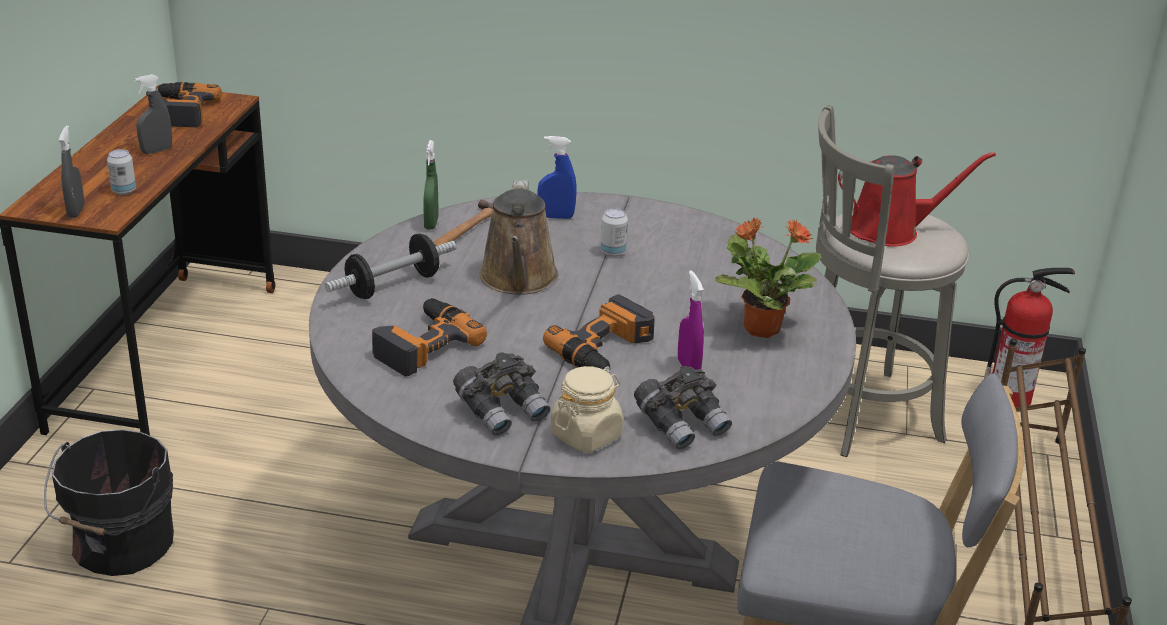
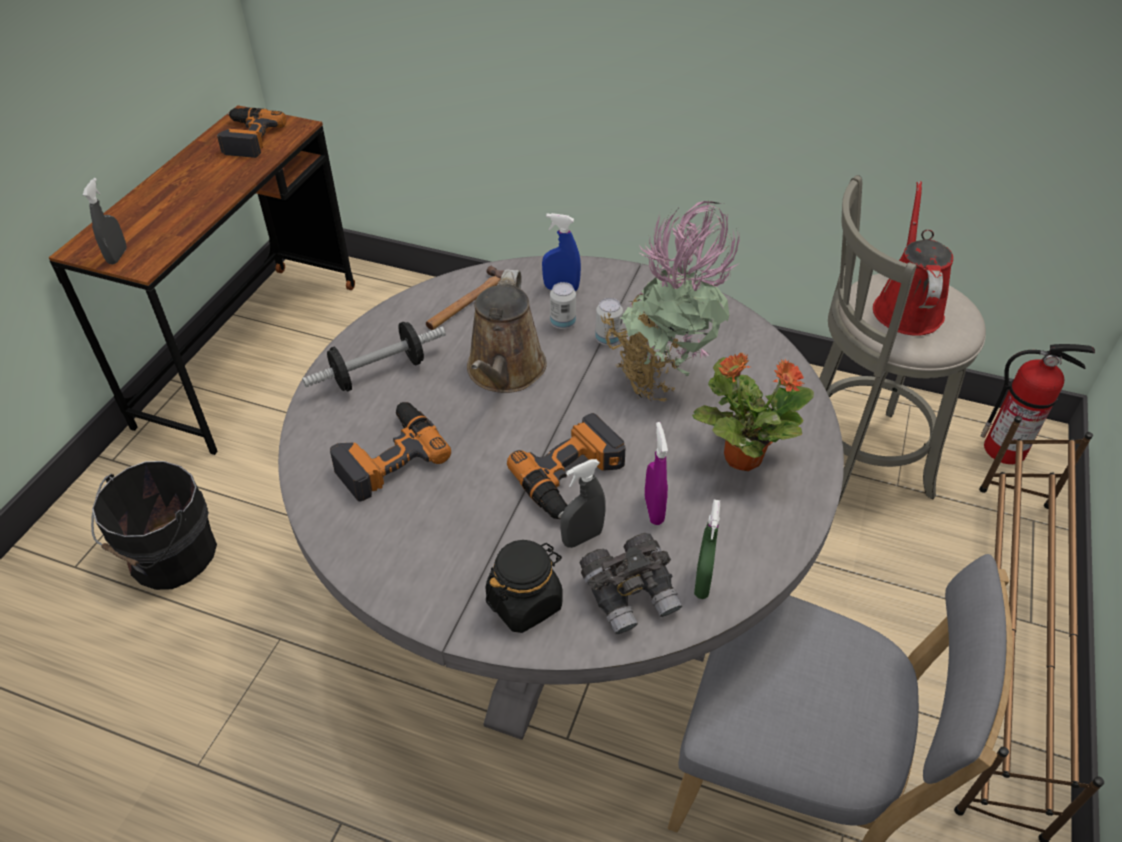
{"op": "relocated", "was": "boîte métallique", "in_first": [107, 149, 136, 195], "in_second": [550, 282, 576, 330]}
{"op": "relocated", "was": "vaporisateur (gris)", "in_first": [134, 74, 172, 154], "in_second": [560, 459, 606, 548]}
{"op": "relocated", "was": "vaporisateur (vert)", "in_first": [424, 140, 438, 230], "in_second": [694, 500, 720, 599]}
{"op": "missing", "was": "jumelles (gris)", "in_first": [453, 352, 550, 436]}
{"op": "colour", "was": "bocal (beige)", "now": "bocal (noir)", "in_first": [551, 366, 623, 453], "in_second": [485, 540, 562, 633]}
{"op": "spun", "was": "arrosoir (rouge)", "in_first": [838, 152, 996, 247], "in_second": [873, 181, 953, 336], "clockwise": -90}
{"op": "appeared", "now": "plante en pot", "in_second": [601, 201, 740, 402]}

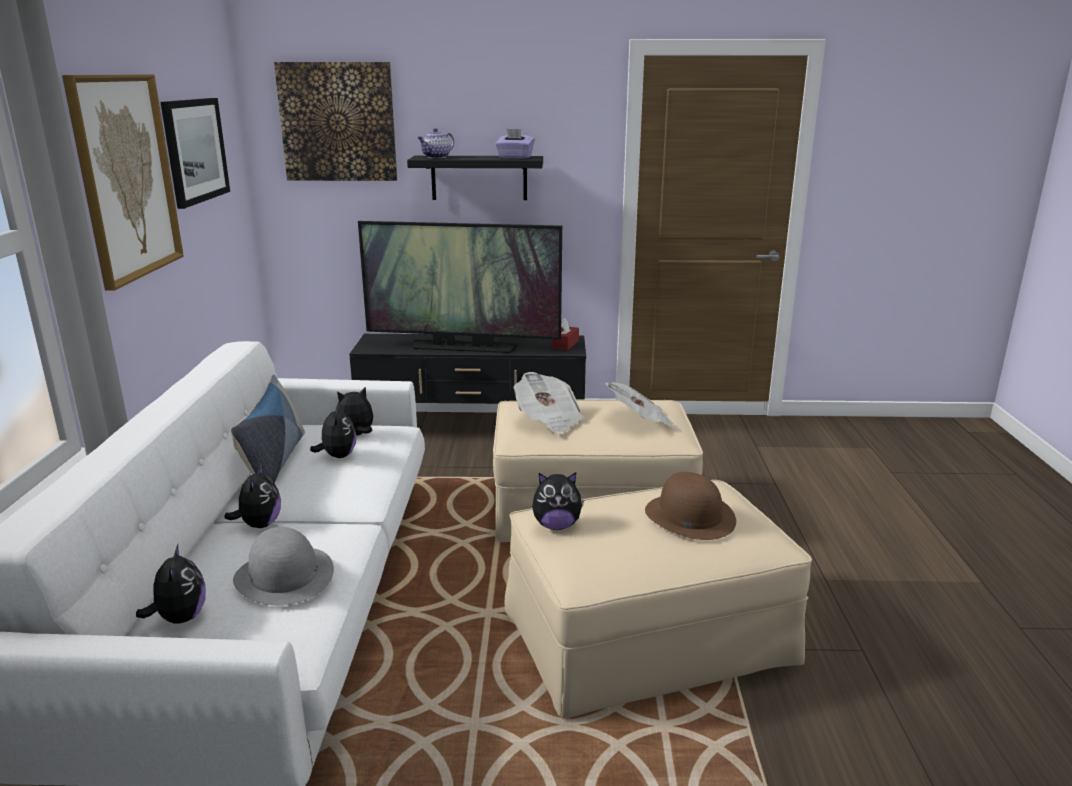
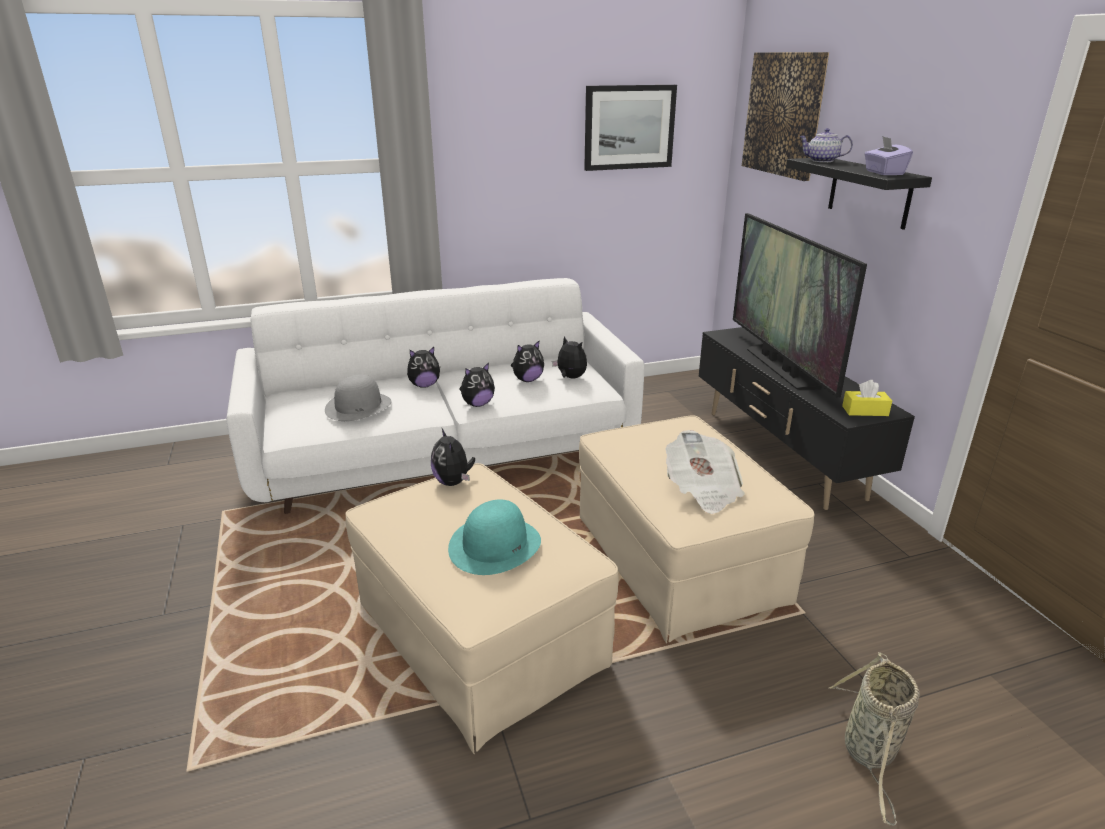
{"op": "missing", "was": "tableau", "in_first": [62, 74, 184, 291]}
{"op": "relocated", "was": "peluche", "in_first": [136, 545, 206, 623], "in_second": [459, 363, 495, 407]}
{"op": "missing", "was": "coussin", "in_first": [230, 374, 305, 484]}
{"op": "missing", "was": "journal", "in_first": [514, 372, 584, 434]}
{"op": "colour", "was": "boîte à mouchoirs (rouge)", "now": "boîte à mouchoirs (jaune)", "in_first": [552, 318, 579, 350], "in_second": [842, 380, 892, 416]}
{"op": "colour", "was": "chapeau (marron)", "now": "chapeau (turquoise)", "in_first": [645, 472, 736, 540], "in_second": [448, 499, 541, 575]}
{"op": "appeared", "now": "panier", "in_second": [828, 652, 920, 826]}

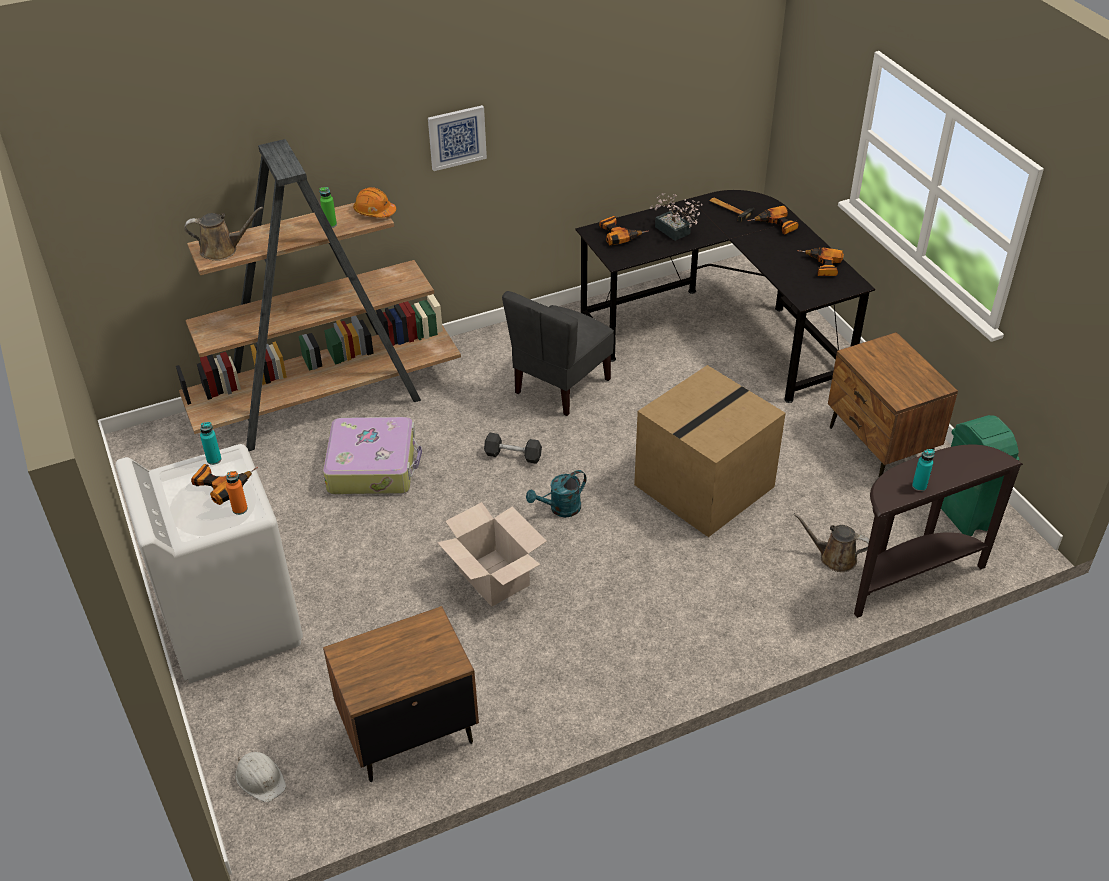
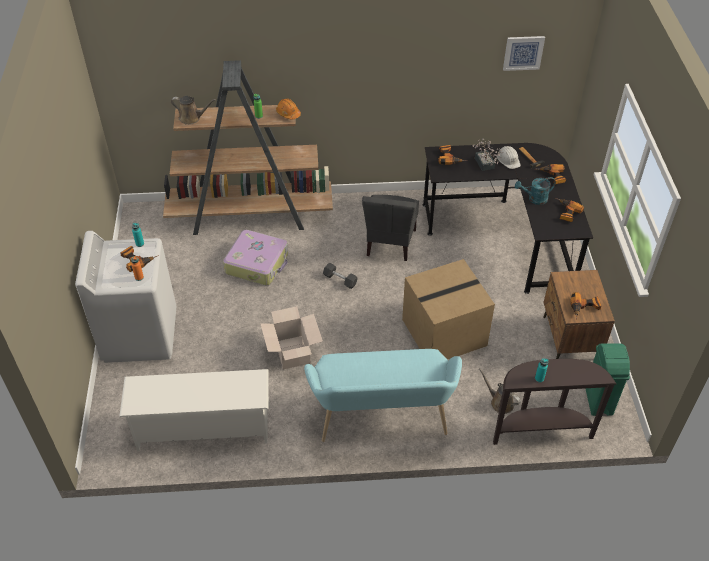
{"op": "relocated", "was": "casque de chantier (blanc)", "in_first": [235, 752, 286, 802], "in_second": [497, 146, 521, 169]}
{"op": "exchanged", "was": "table de chevet (marron)", "now": "étagère à chaussures (blanc)", "in_first": [323, 606, 479, 782], "in_second": [119, 369, 270, 451]}
{"op": "relocated", "was": "tableau", "in_first": [428, 105, 487, 171], "in_second": [503, 36, 545, 71]}
{"op": "spun", "was": "chaise (gris)", "in_first": [502, 291, 614, 416], "in_second": [362, 195, 419, 261], "clockwise": -45}
{"op": "relocated", "was": "arrosoir (turquoise)", "in_first": [526, 470, 587, 518], "in_second": [515, 177, 556, 205]}
{"op": "appeared", "now": "banc (turquoise)", "in_second": [304, 349, 462, 442]}
{"op": "appeared", "now": "perceuse", "in_second": [570, 292, 601, 319]}

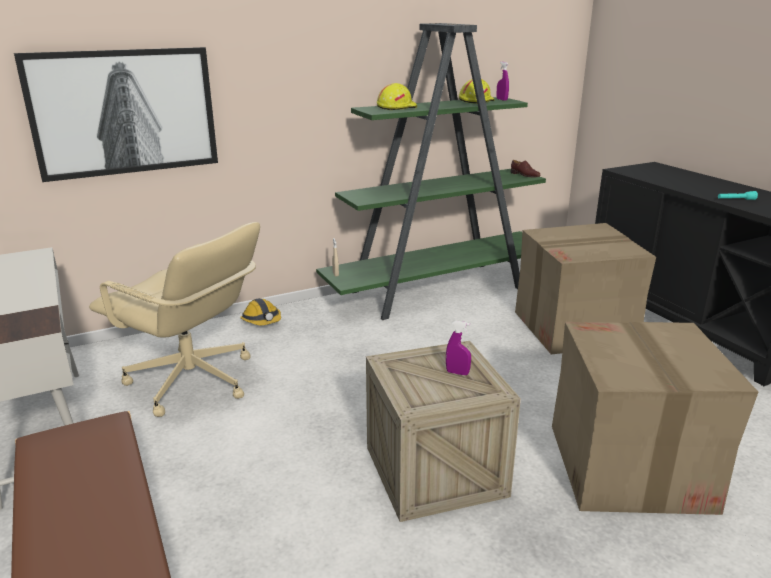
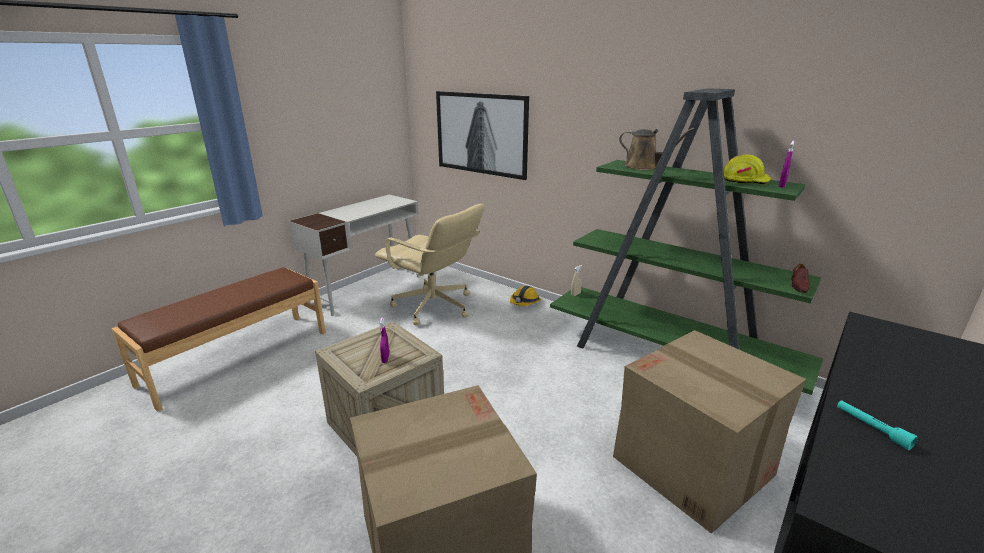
{"op": "spun", "was": "chaise de bureau (beige)", "in_first": [89, 222, 260, 417], "in_second": [375, 204, 485, 326], "clockwise": -60}
{"op": "exchanged", "was": "casque de chantier (jaune)", "now": "arrosoir (marron)", "in_first": [377, 83, 417, 110], "in_second": [619, 128, 695, 170]}

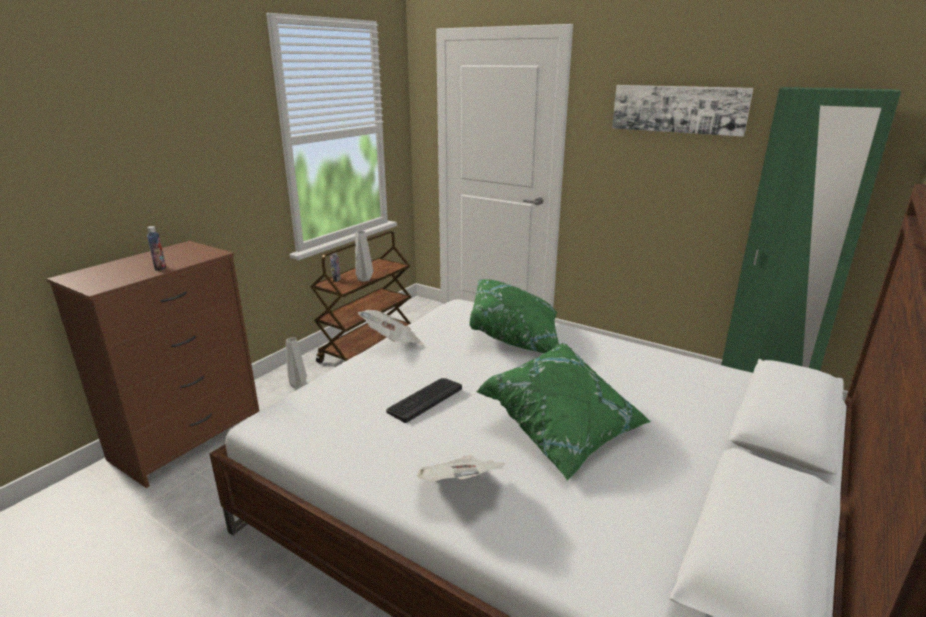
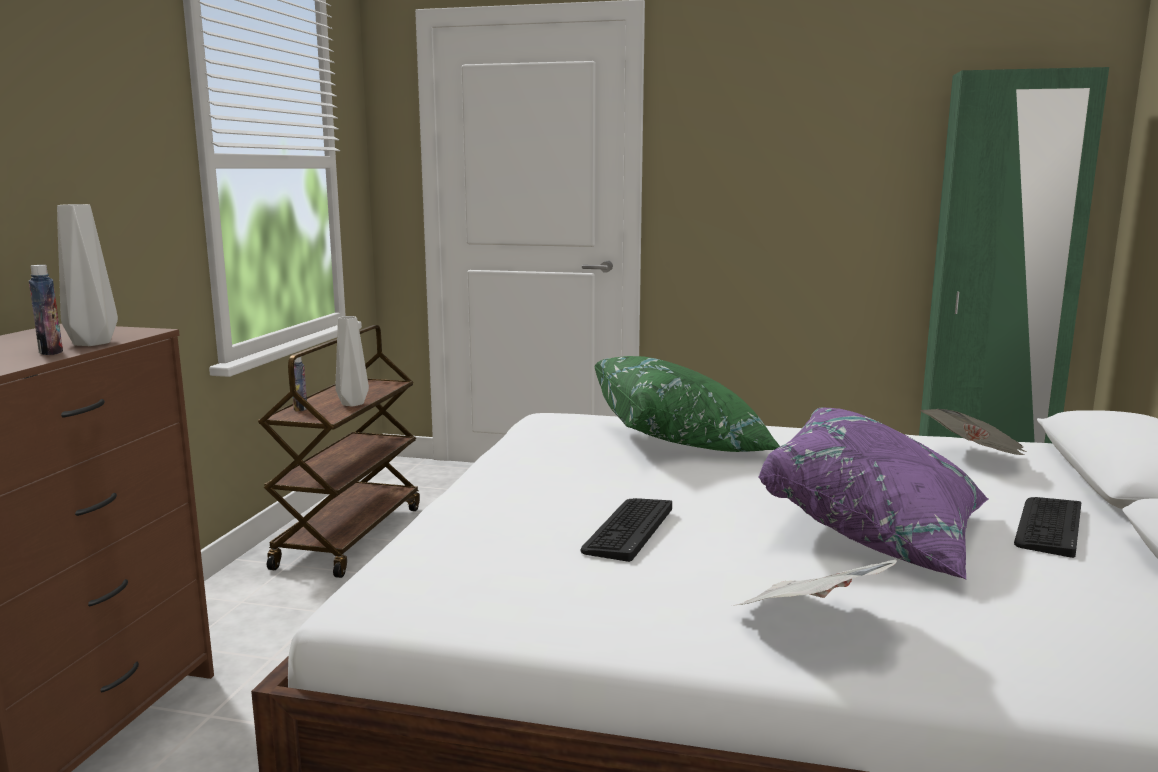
{"op": "relocated", "was": "vase (gris)", "in_first": [286, 337, 307, 388], "in_second": [57, 204, 118, 346]}
{"op": "relocated", "was": "journal", "in_first": [358, 310, 424, 344], "in_second": [921, 409, 1026, 455]}
{"op": "colour", "was": "coussin (vert)", "now": "coussin (violet)", "in_first": [476, 343, 651, 481], "in_second": [758, 407, 989, 580]}
{"op": "missing", "was": "tableau", "in_first": [612, 85, 753, 137]}
{"op": "appeared", "now": "clavier", "in_second": [1014, 497, 1081, 558]}

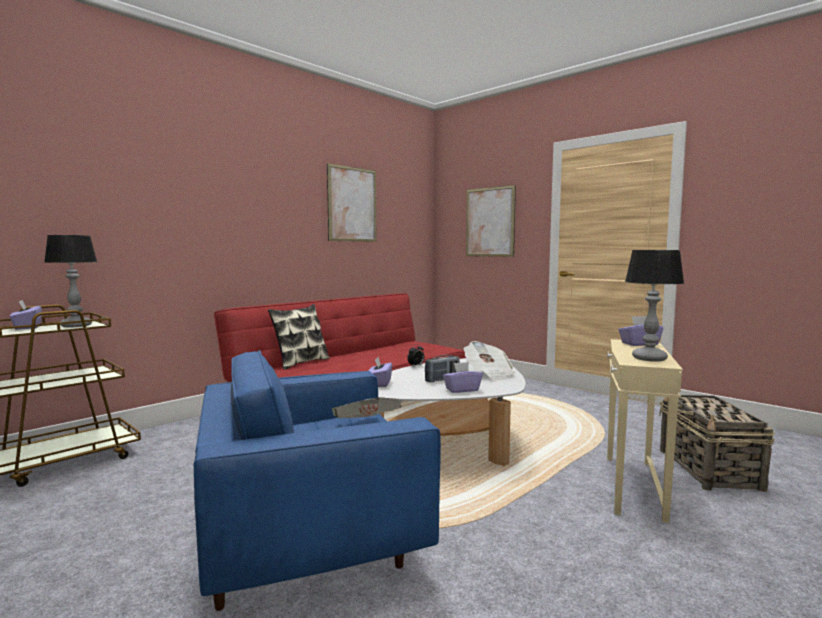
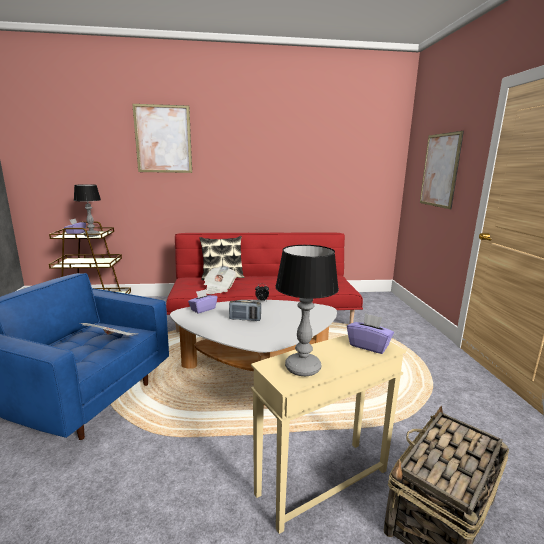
{"op": "relocated", "was": "tableau", "in_first": [327, 163, 376, 242], "in_second": [132, 104, 192, 173]}
{"op": "missing", "was": "boîte à mouchoirs (violet)", "in_first": [443, 362, 483, 393]}
{"op": "relocated", "was": "journal", "in_first": [463, 341, 515, 381], "in_second": [204, 265, 237, 294]}

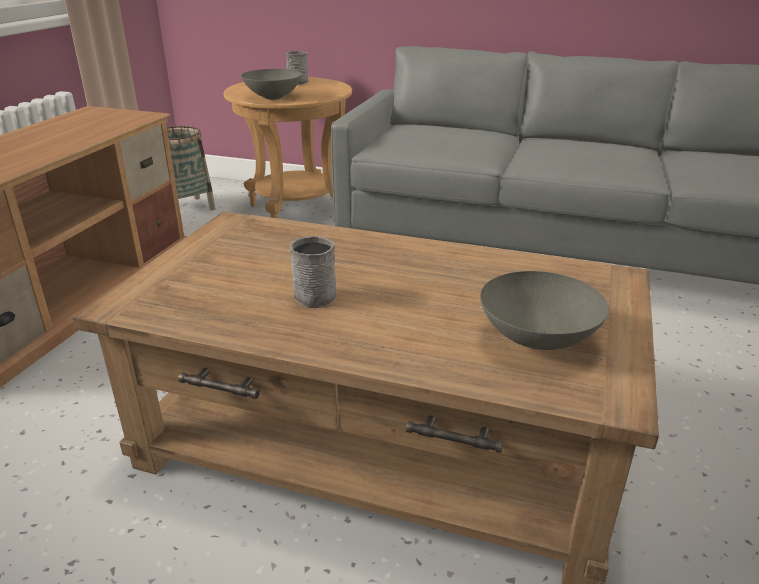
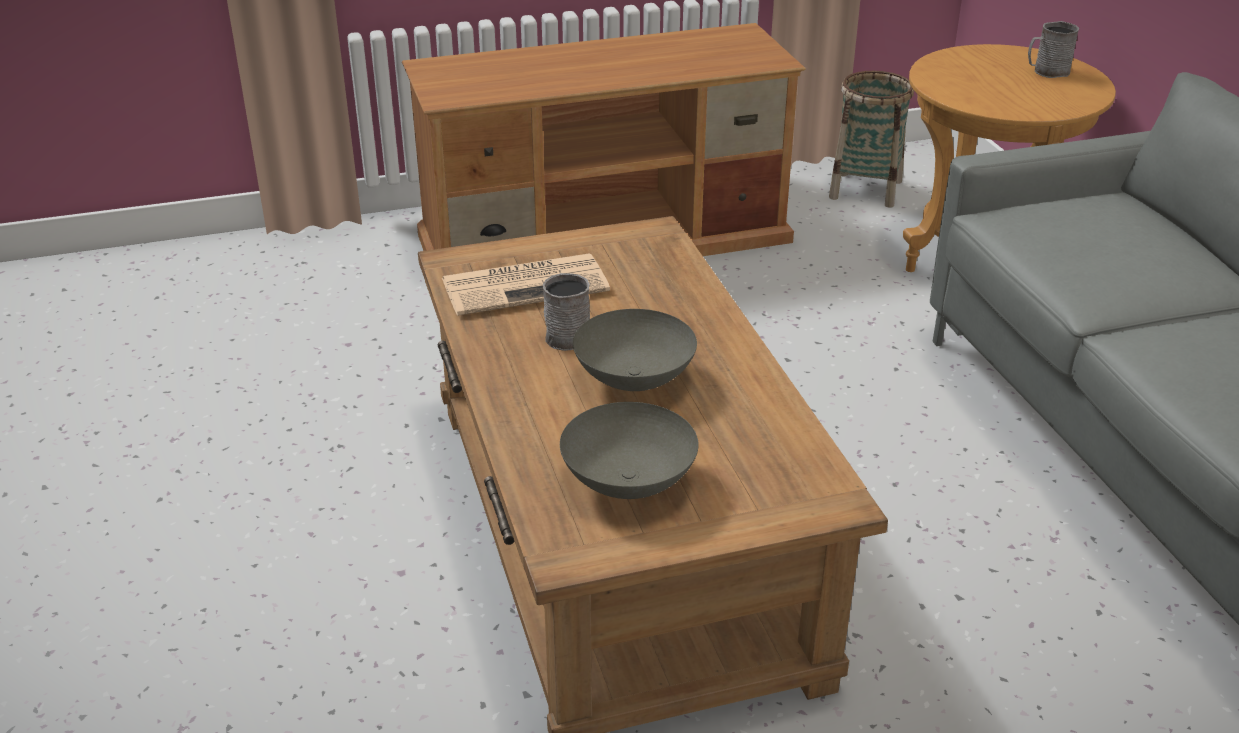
{"op": "relocated", "was": "bol (gris)", "in_first": [241, 69, 302, 100], "in_second": [573, 309, 697, 391]}
{"op": "appeared", "now": "journal", "in_second": [442, 254, 610, 316]}

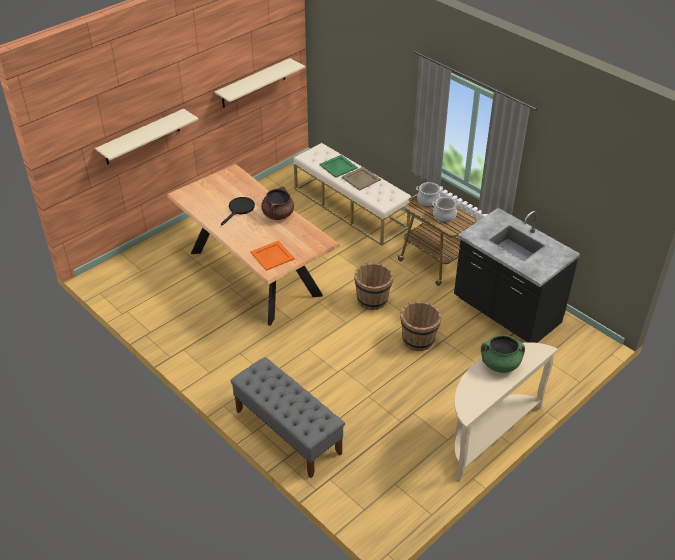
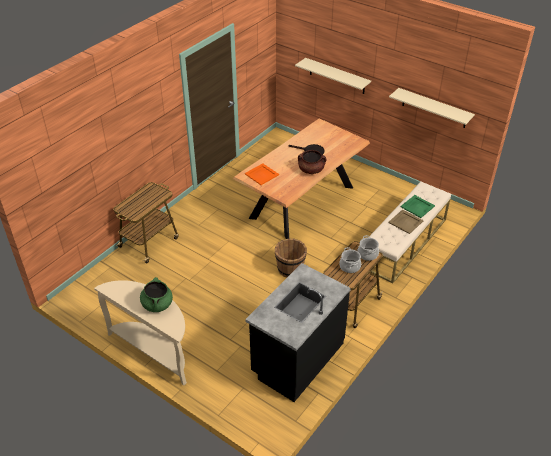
{"op": "exchanged", "was": "banc (gris)", "now": "chariot", "in_first": [230, 357, 345, 478], "in_second": [113, 182, 179, 263]}
{"op": "missing", "was": "seau (marron)", "in_first": [401, 301, 442, 351]}

